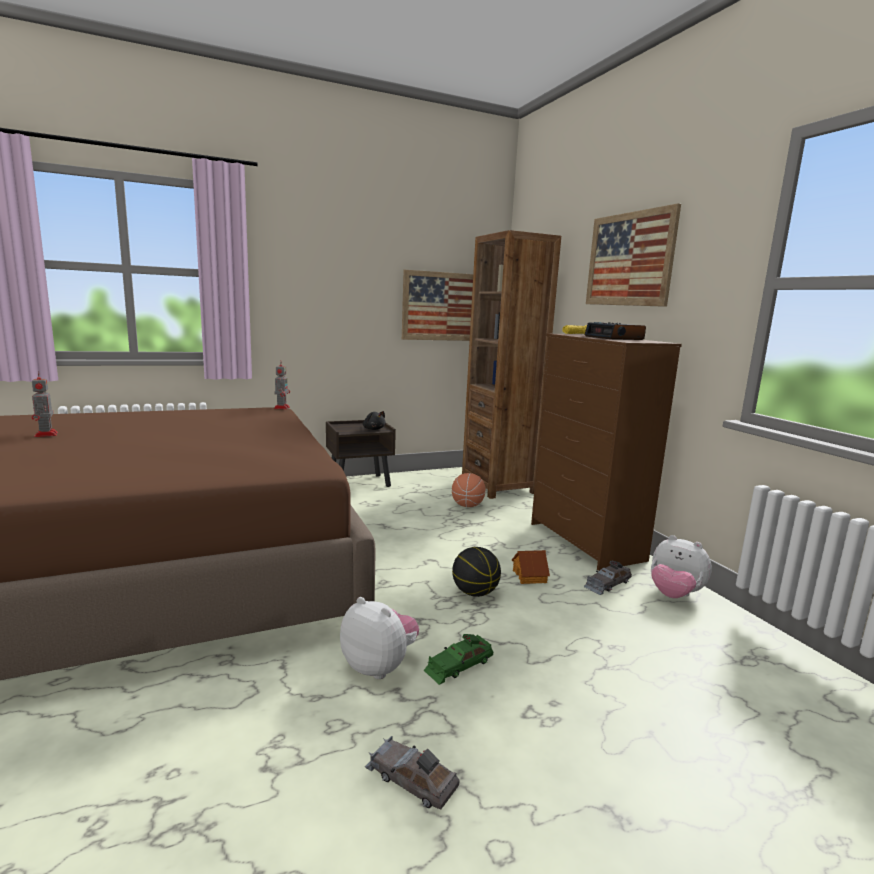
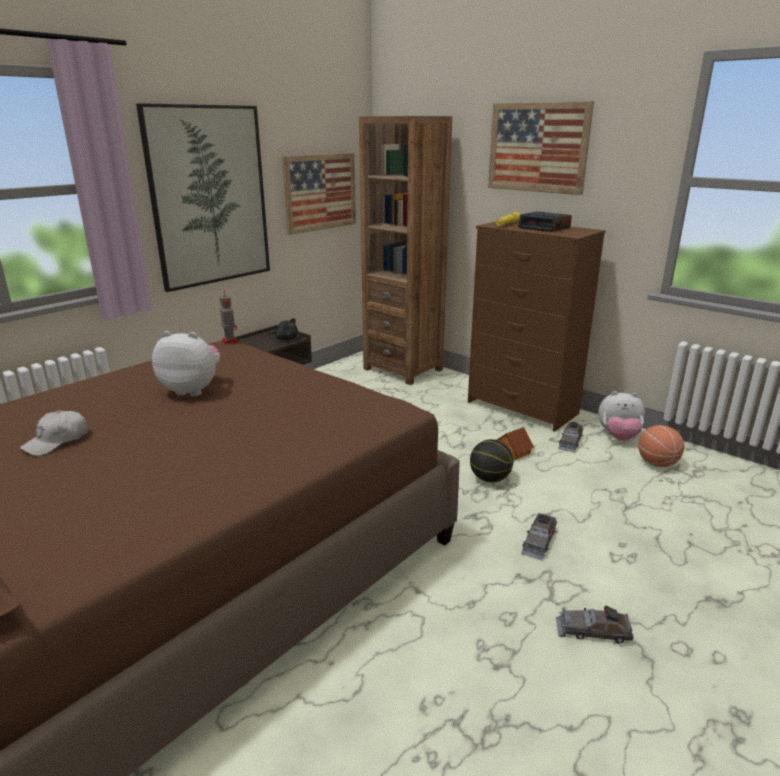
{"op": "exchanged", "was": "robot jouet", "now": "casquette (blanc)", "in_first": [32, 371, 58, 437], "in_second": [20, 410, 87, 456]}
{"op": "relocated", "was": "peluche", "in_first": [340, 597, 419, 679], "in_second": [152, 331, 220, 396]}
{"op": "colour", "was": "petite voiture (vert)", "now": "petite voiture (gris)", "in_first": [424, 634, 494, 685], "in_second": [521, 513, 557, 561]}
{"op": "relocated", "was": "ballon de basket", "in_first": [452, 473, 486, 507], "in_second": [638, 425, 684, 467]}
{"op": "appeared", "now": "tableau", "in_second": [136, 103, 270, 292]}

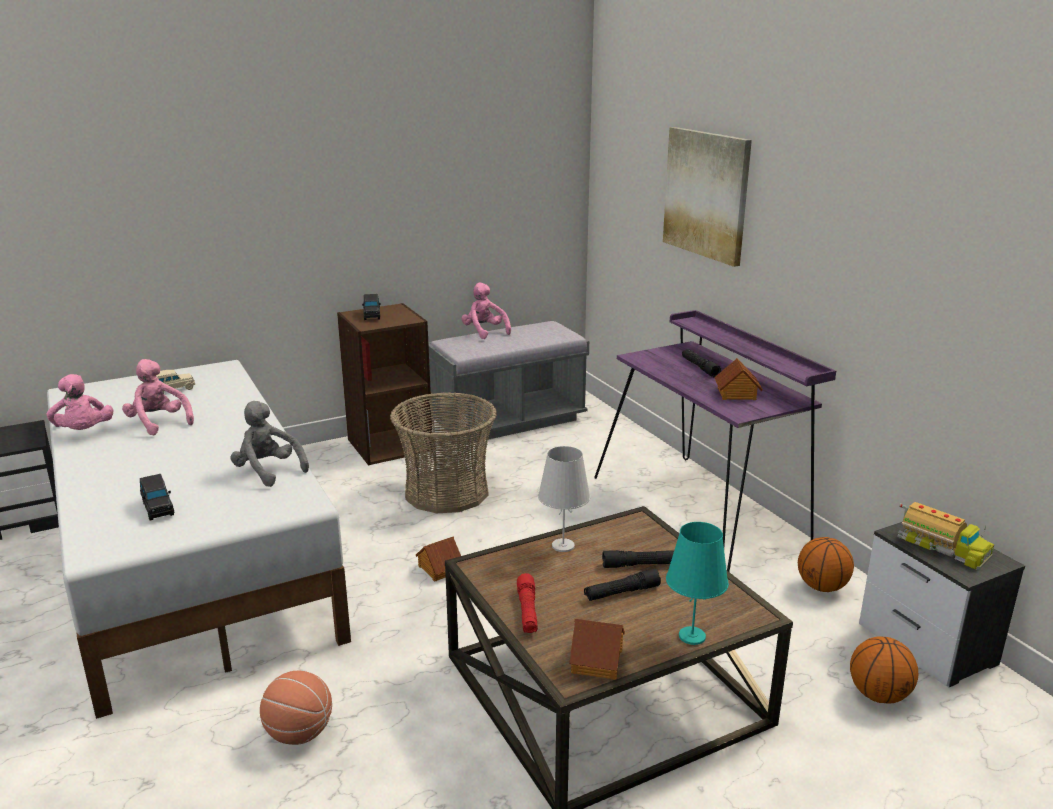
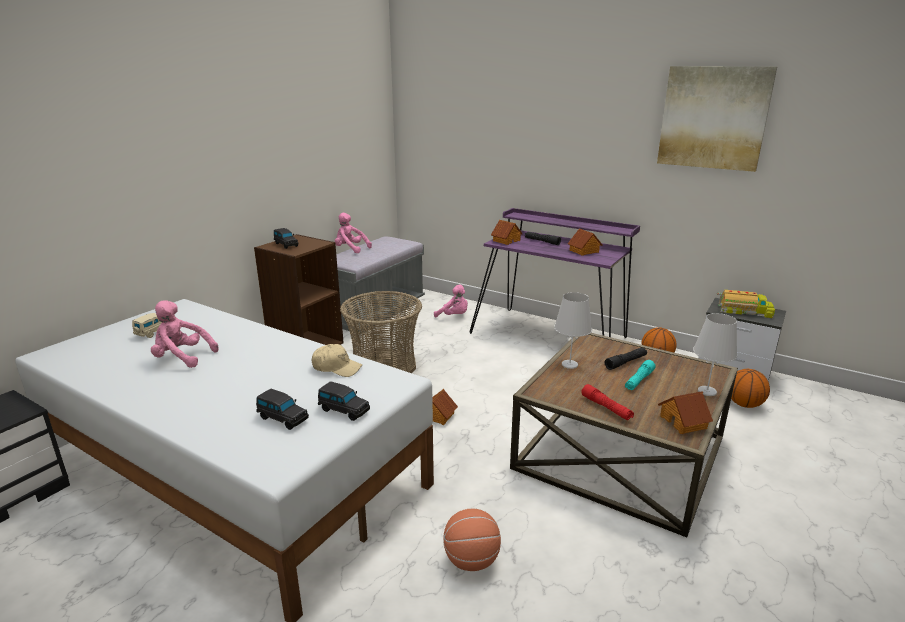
{"op": "relocated", "was": "peluche (rose)", "in_first": [47, 374, 114, 430], "in_second": [434, 284, 468, 318]}
{"op": "exchanged", "was": "peluche (gris)", "now": "casquette (beige)", "in_first": [230, 401, 309, 487], "in_second": [312, 344, 362, 377]}
{"op": "colour", "was": "lampe de poche (noir)", "now": "lampe de poche (turquoise)", "in_first": [584, 569, 661, 601], "in_second": [625, 360, 656, 390]}
{"op": "relocated", "was": "tableau", "in_first": [663, 127, 752, 267], "in_second": [657, 66, 777, 172]}
{"op": "colour", "was": "lampe de table (turquoise)", "now": "lampe de table (blanc)", "in_first": [666, 522, 729, 645], "in_second": [693, 313, 737, 396]}
{"op": "appeared", "now": "petite voiture (noir)", "in_second": [318, 381, 370, 421]}
{"op": "appeared", "now": "maison miniature", "in_second": [491, 220, 523, 245]}

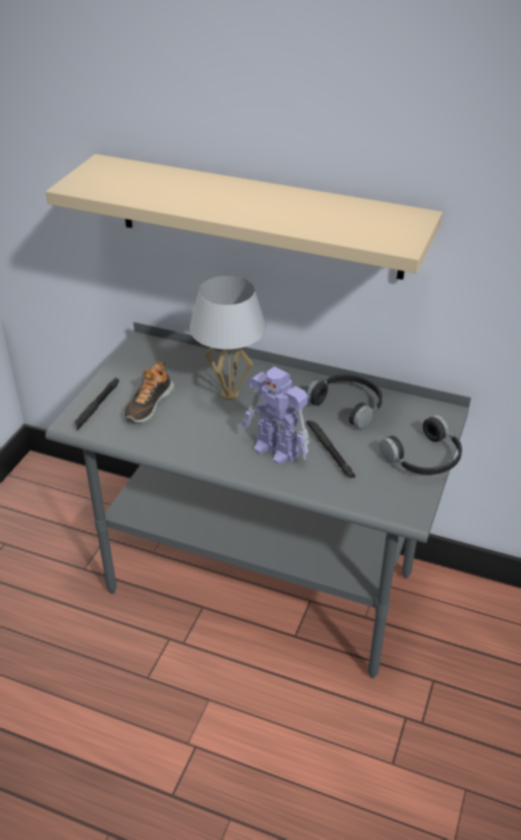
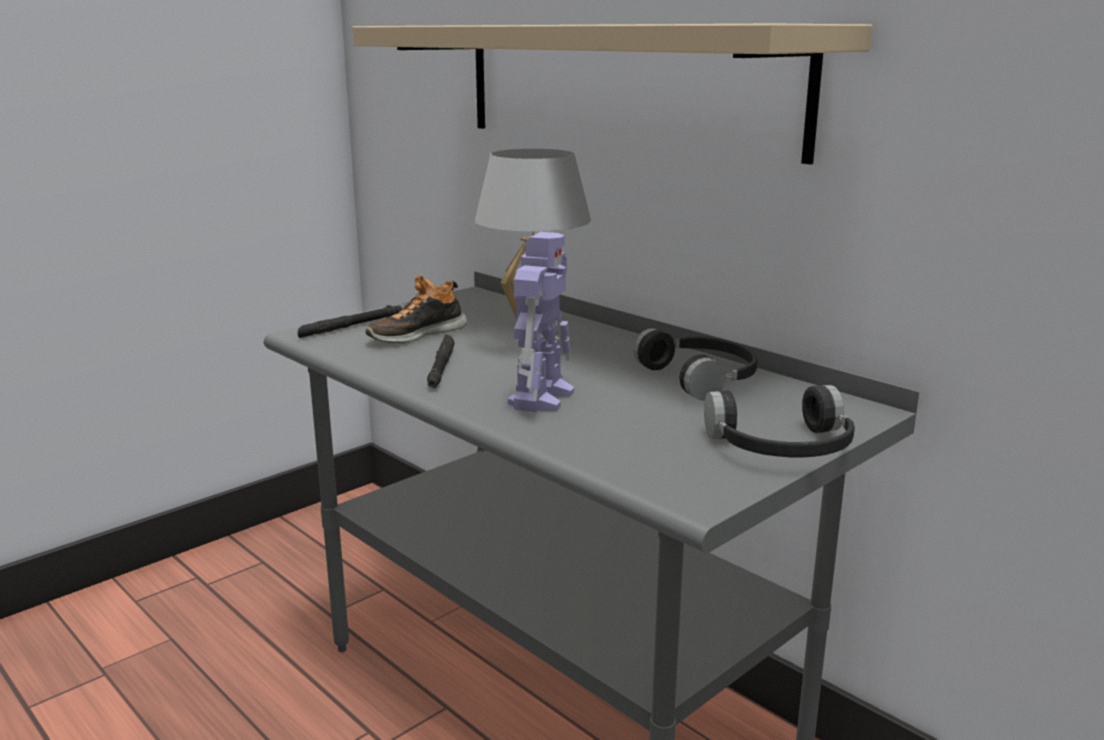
{"op": "spun", "was": "robot jouet", "in_first": [242, 367, 309, 465], "in_second": [508, 232, 574, 413], "clockwise": -135}
{"op": "relocated", "was": "lampe de poche (noir)", "in_first": [306, 420, 355, 478], "in_second": [427, 334, 455, 388]}

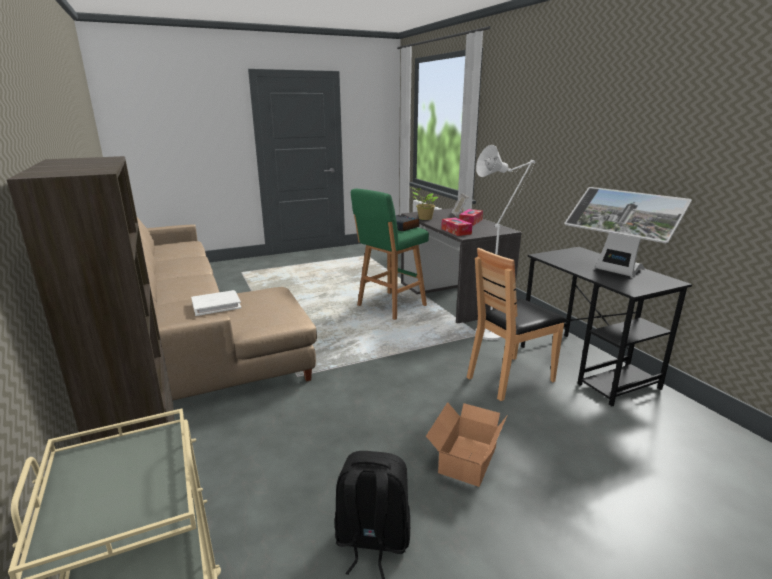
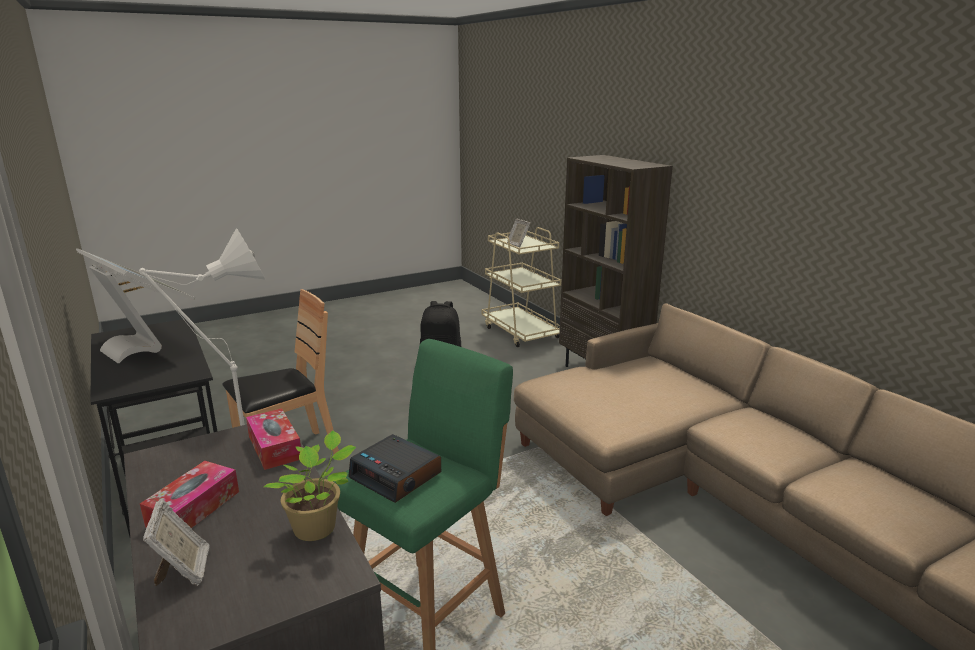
{"op": "missing", "was": "livre (blanc)", "in_first": [191, 290, 241, 316]}
{"op": "missing", "was": "carton", "in_first": [426, 402, 507, 487]}
{"op": "appeared", "now": "cadre photo", "in_second": [507, 219, 530, 247]}

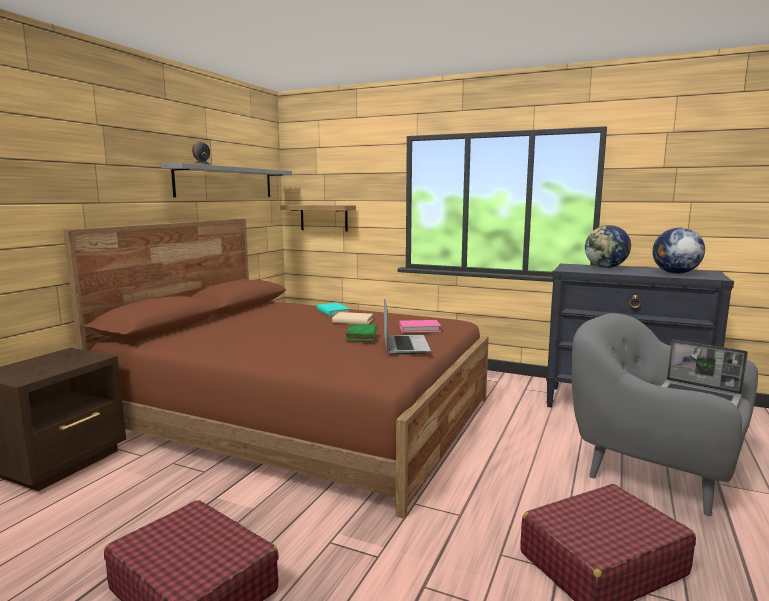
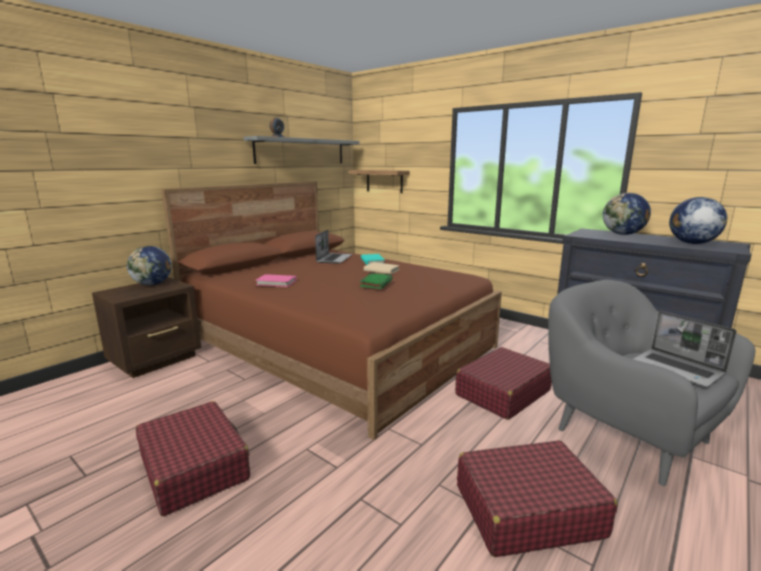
{"op": "relocated", "was": "ordinateur portable", "in_first": [384, 299, 431, 355], "in_second": [315, 230, 352, 264]}
{"op": "relocated", "was": "livre (rose)", "in_first": [399, 320, 441, 333], "in_second": [255, 274, 296, 287]}
{"op": "appeared", "now": "globe", "in_second": [127, 246, 172, 285]}
{"op": "appeared", "now": "valise (rouge)", "in_second": [455, 347, 552, 420]}

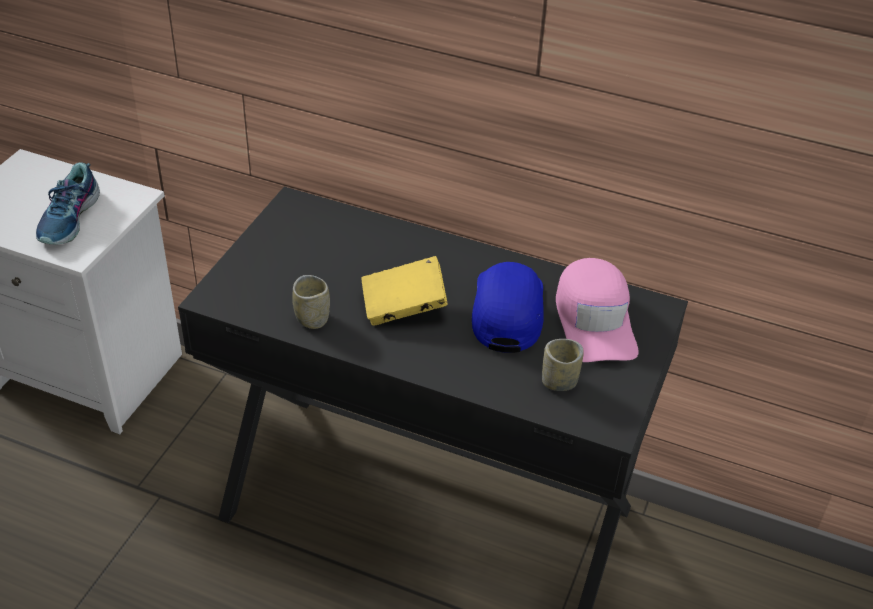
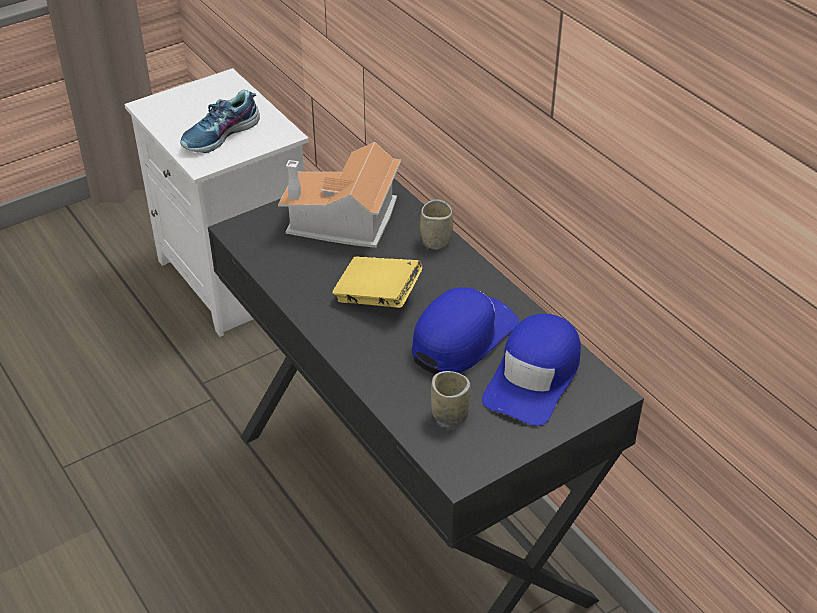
{"op": "relocated", "was": "tasse", "in_first": [292, 275, 330, 329], "in_second": [420, 200, 453, 250]}
{"op": "colour", "was": "casquette (rose)", "now": "casquette (bleu)", "in_first": [556, 258, 639, 362], "in_second": [482, 314, 581, 426]}
{"op": "appeared", "now": "maison miniature", "in_second": [278, 142, 401, 248]}

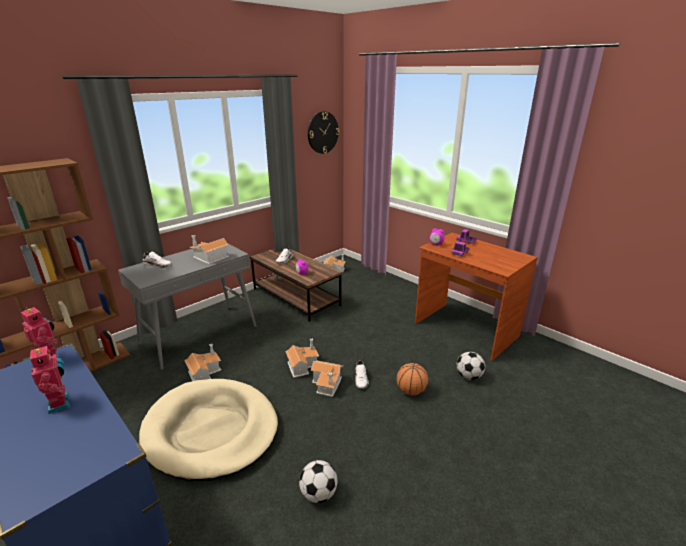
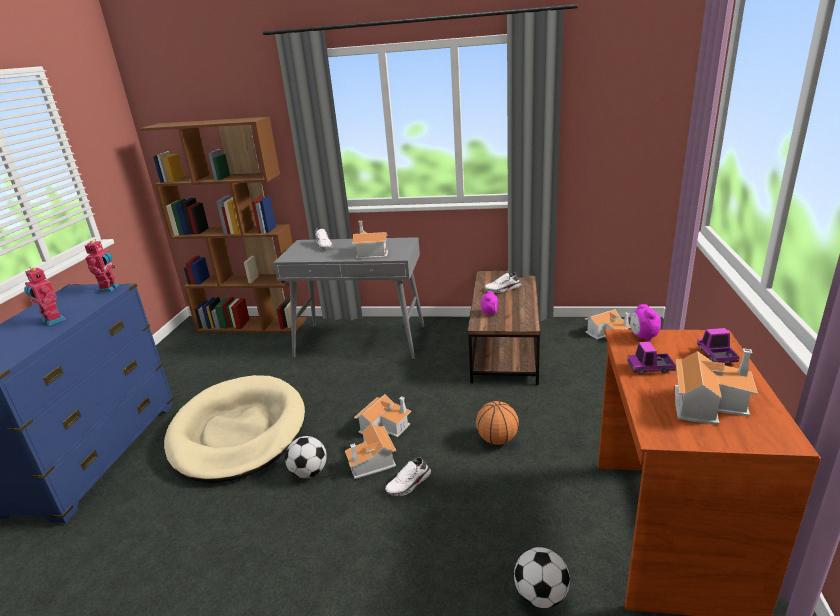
{"op": "spun", "was": "robot jouet", "in_first": [30, 345, 70, 414], "in_second": [24, 267, 66, 326], "clockwise": 105}
{"op": "relocated", "was": "maison miniature", "in_first": [184, 344, 221, 381], "in_second": [675, 349, 758, 425]}
{"op": "relocated", "was": "ballon de foot", "in_first": [299, 460, 338, 503], "in_second": [285, 436, 327, 478]}
{"op": "missing", "was": "horloge murale", "in_first": [308, 111, 339, 154]}
{"op": "relocated", "was": "ballon de basket", "in_first": [397, 363, 428, 395], "in_second": [476, 401, 519, 445]}

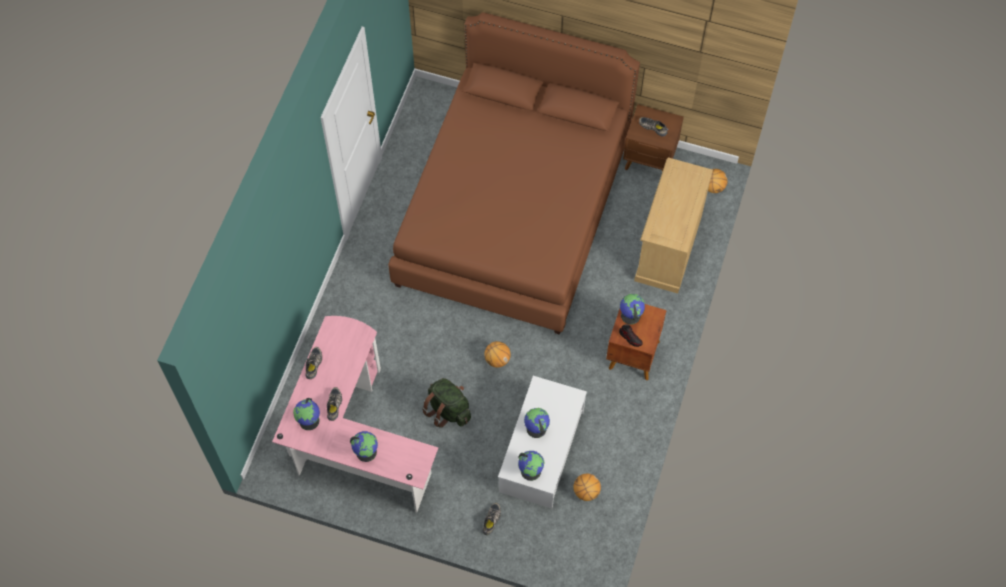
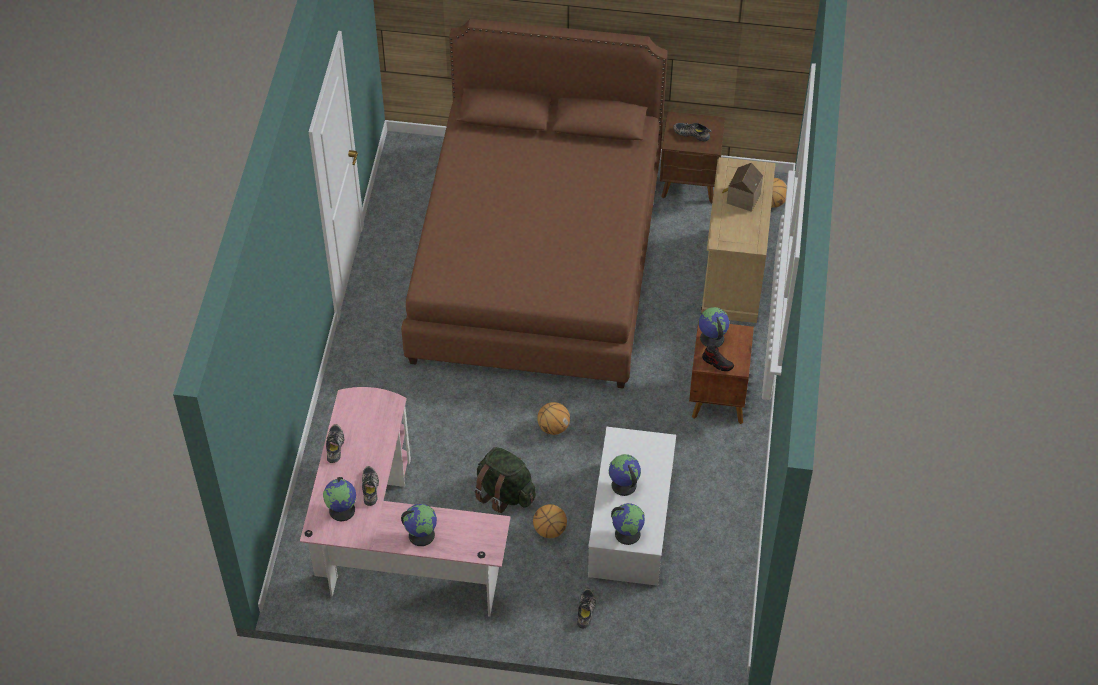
{"op": "relocated", "was": "ballon de basket", "in_first": [573, 474, 601, 501], "in_second": [533, 504, 567, 538]}
{"op": "appeared", "now": "maison miniature", "in_second": [722, 163, 763, 212]}

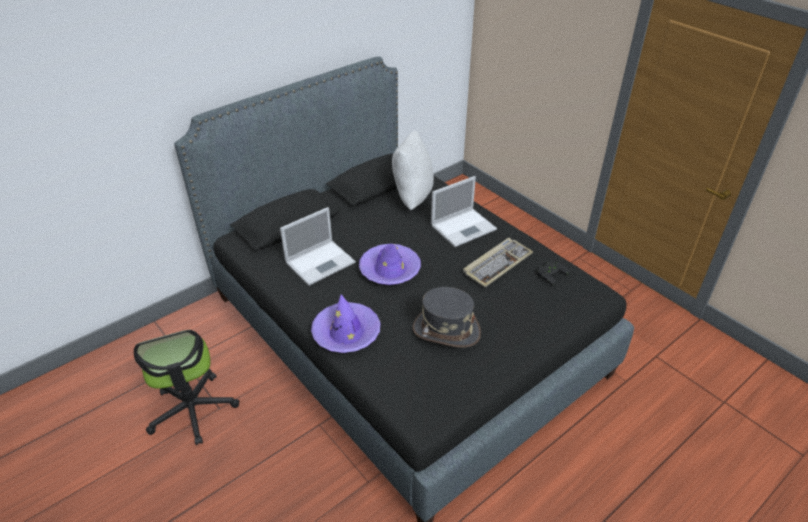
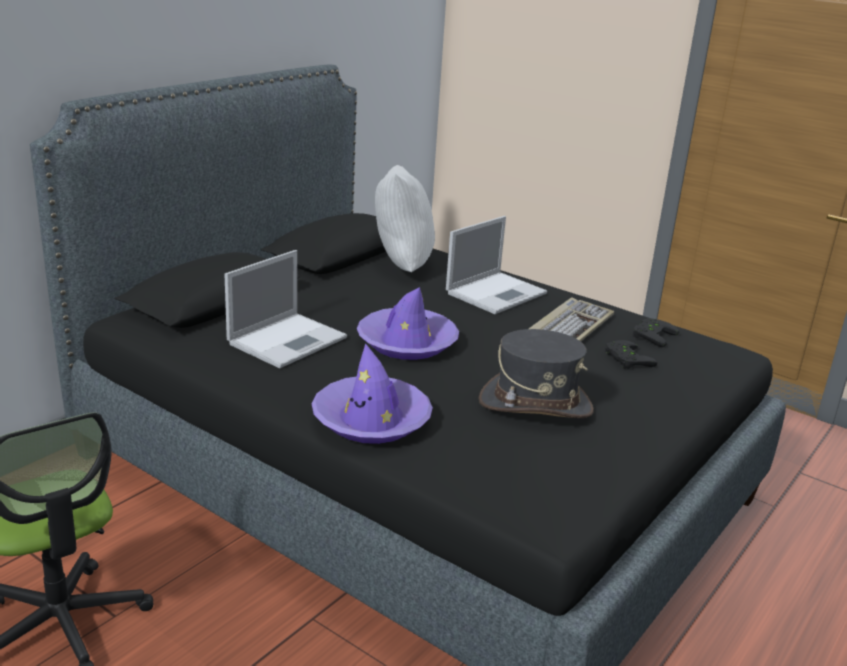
{"op": "appeared", "now": "manette (noir)", "in_second": [605, 340, 657, 369]}

